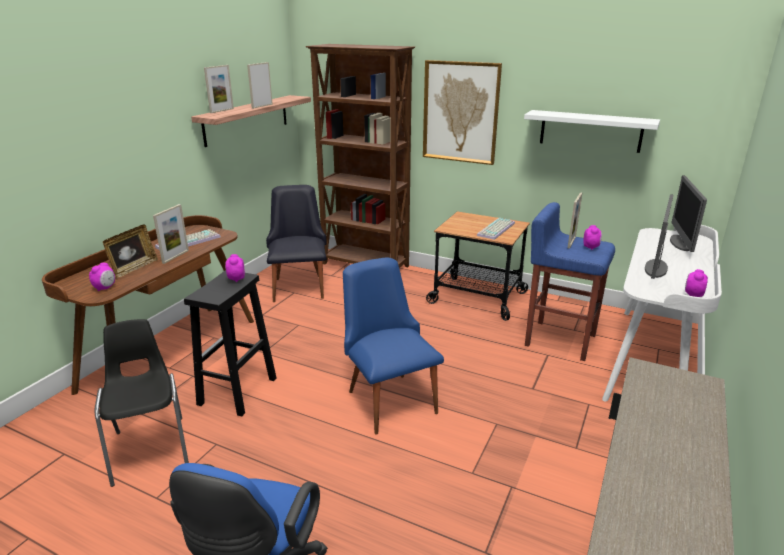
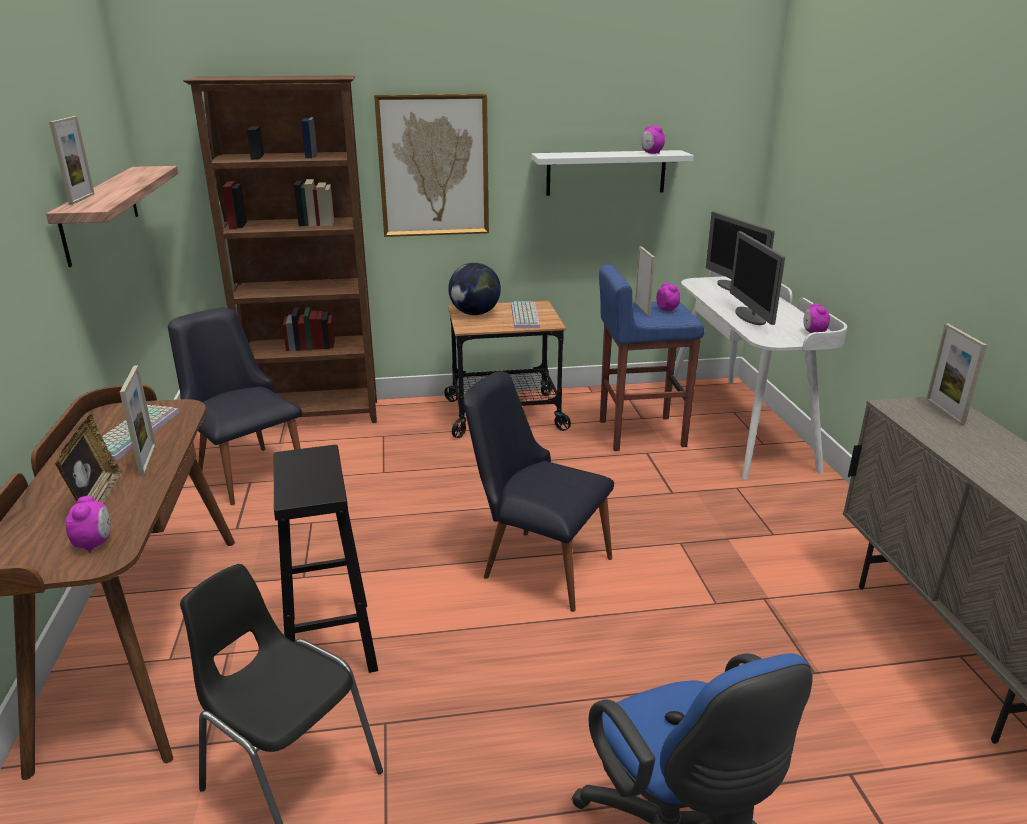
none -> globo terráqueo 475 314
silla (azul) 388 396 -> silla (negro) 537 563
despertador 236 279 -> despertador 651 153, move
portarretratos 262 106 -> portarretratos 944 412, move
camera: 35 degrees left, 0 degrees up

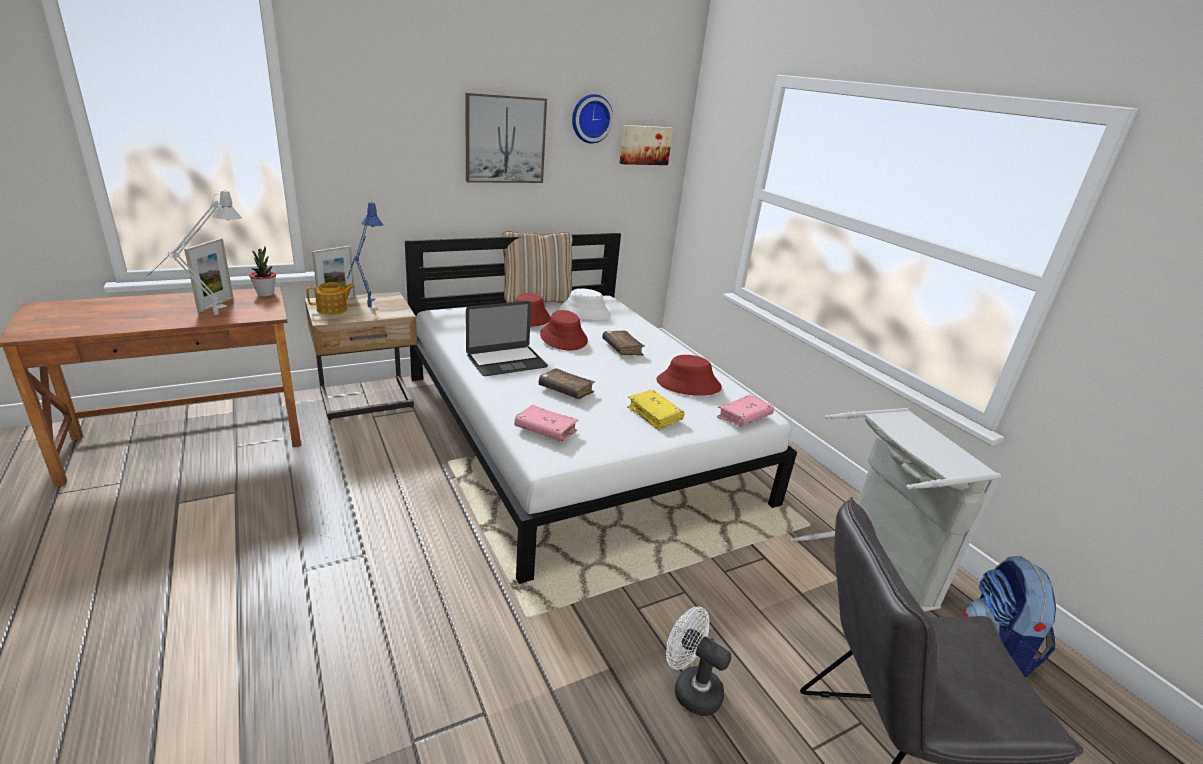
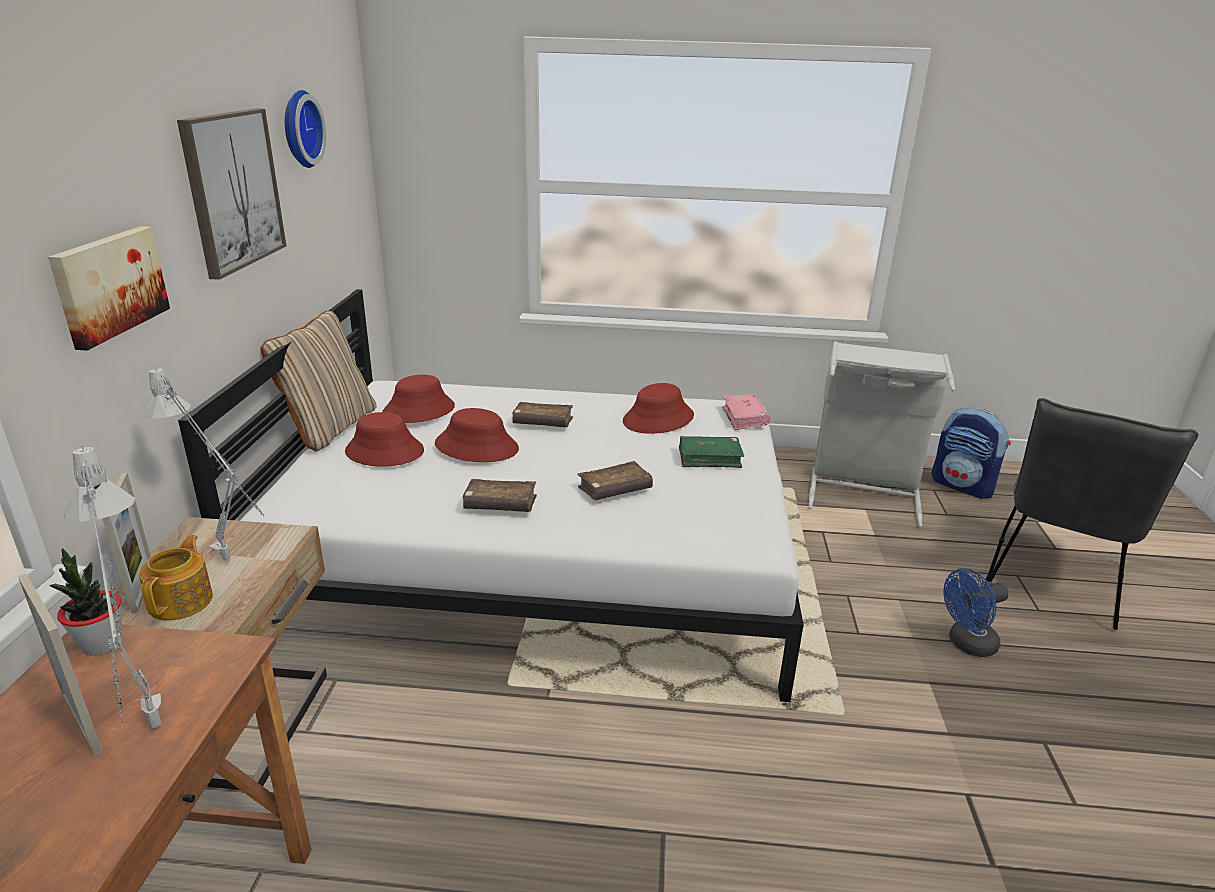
cuadro 644 145 -> cuadro 108 284, move
lámpara de mesa (azul) 368 310 -> lámpara de mesa (gris) 233 565
sombrero (blanco) 584 312 -> sombrero (rojo) 419 410
portátil 506 361 -> libro (marrón) 500 505
libro (amarillo) 654 415 -> libro (verde) 709 459
ventilador (blanco) 690 689 -> ventilador (azul) 966 644
libro (rosa) 545 430 -> none
camera: 55 degrees left, 0 degrees up

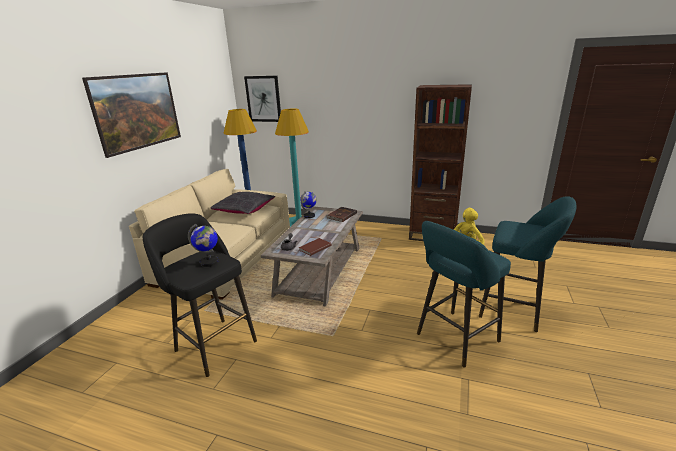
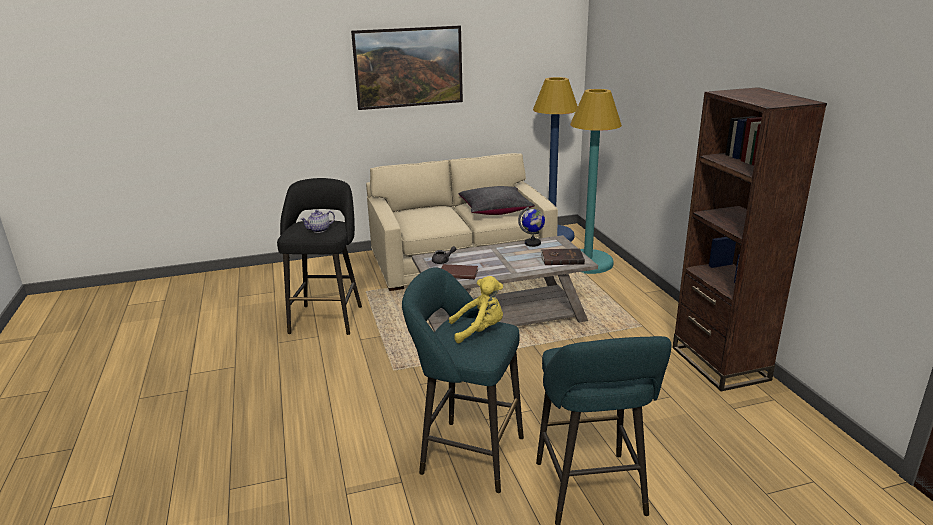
globo terráqueo 209 262 -> tetera 319 230
cuadro 263 99 -> none
camera: 55 degrees right, 0 degrees up

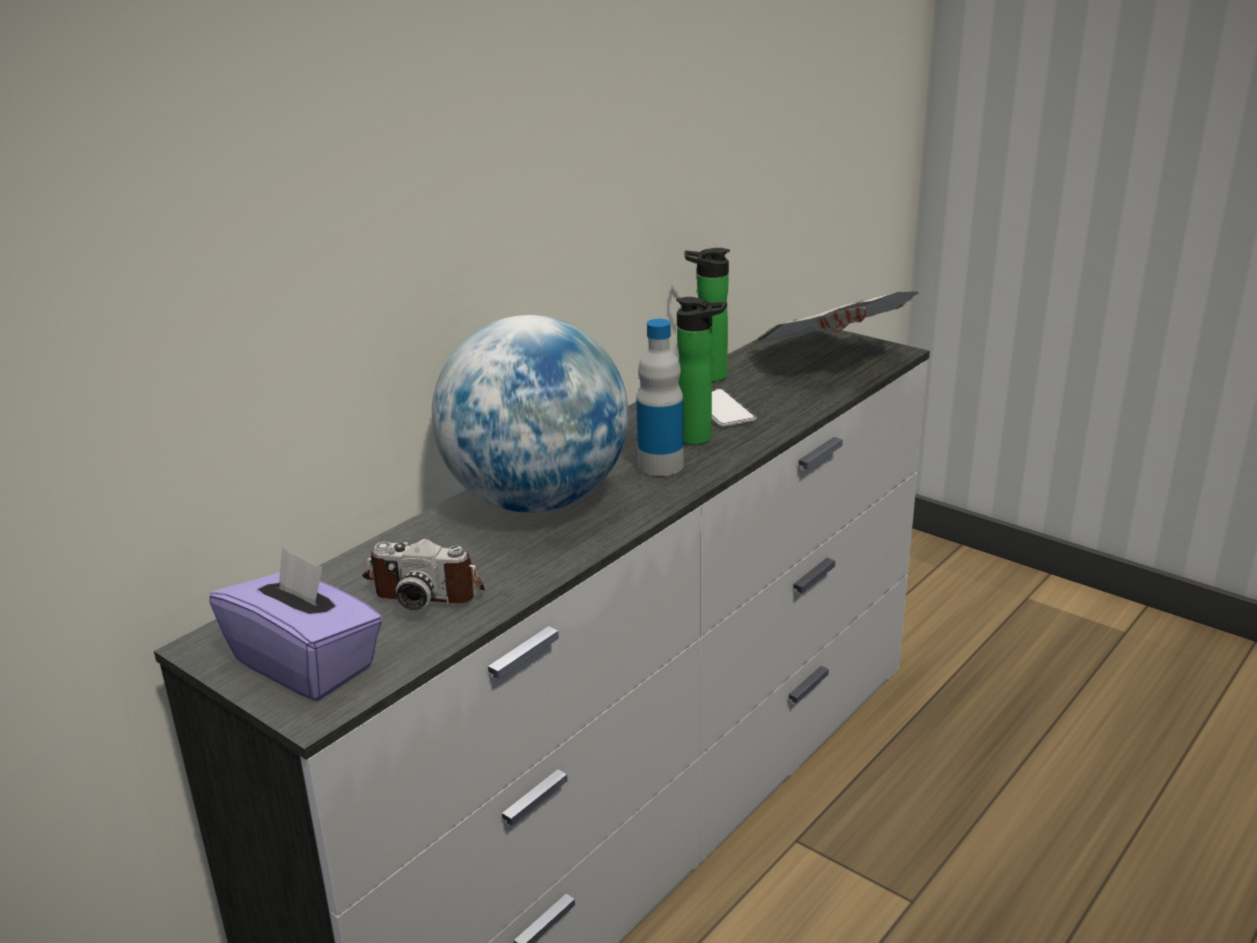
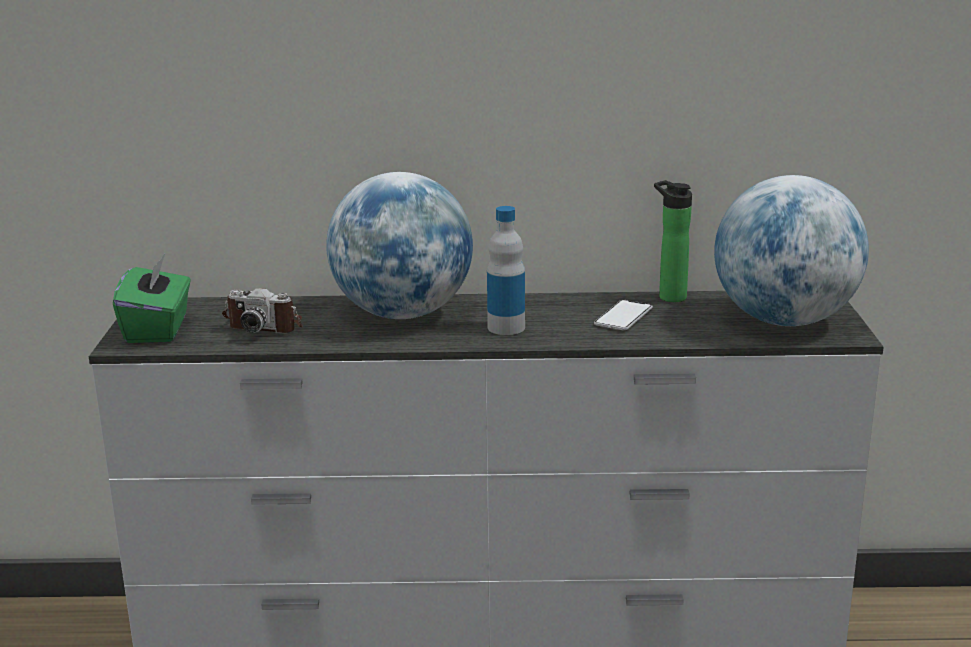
caja de pañuelos (morado) 306 664 -> caja de pañuelos (verde) 158 329
cámara 428 587 -> cámara 266 325, 45 degrees counterclockwise
periódico 830 359 -> globo terráqueo 784 321
botella 700 439 -> none
camera: 50 degrees right, 5 degrees down

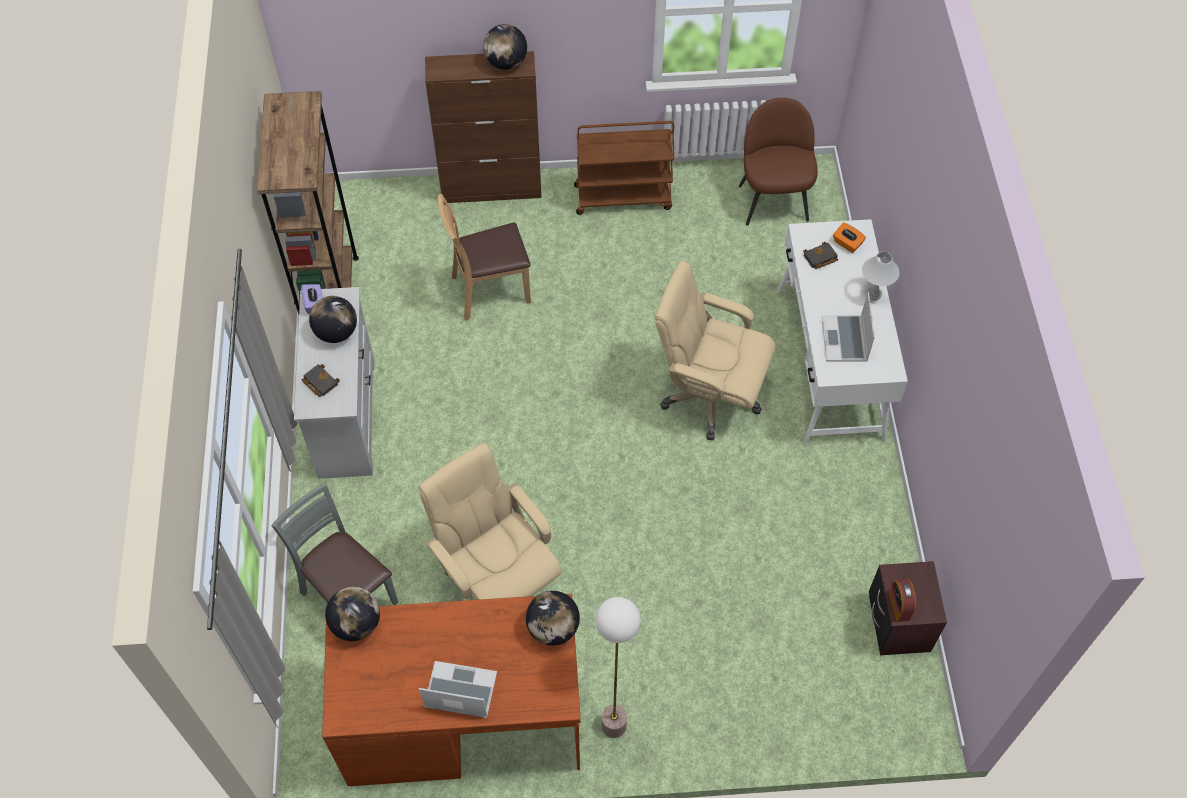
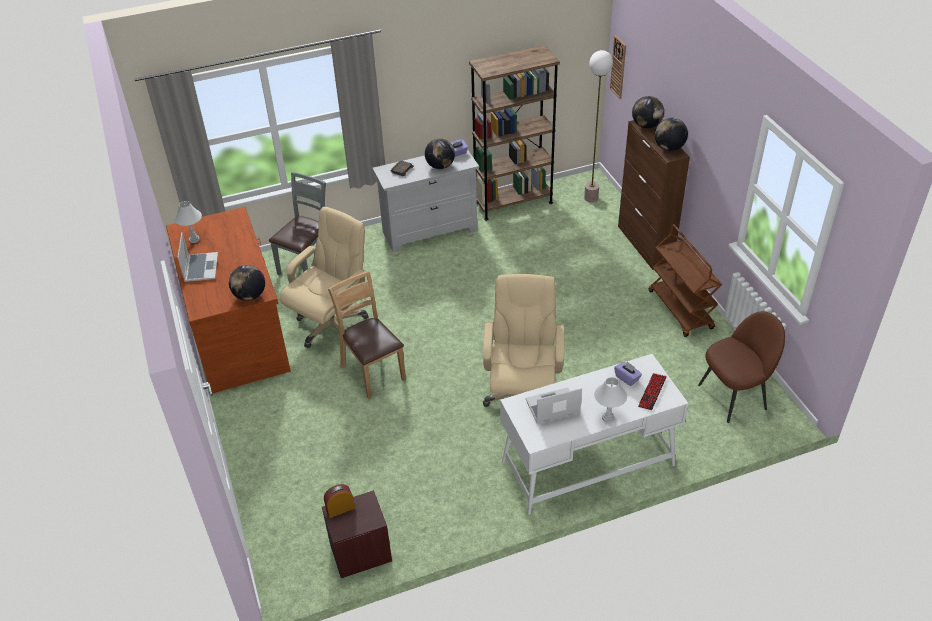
none -> lámpara de mesa (blanco) 194 239
silla (marrón) 489 290 -> silla (marrón) 373 372, move
lámpara de pie 613 725 -> lámpara de pie 591 198, move
none -> reloj de pared 618 67
libro (negro) 820 258 -> caja de pañuelos (morado) 627 378
globo terráqueo 356 624 -> globo terráqueo 646 126, move
caja de pañuelos (naranja) 847 244 -> teclado 652 392
camera: 75 degrees right, 15 degrees down

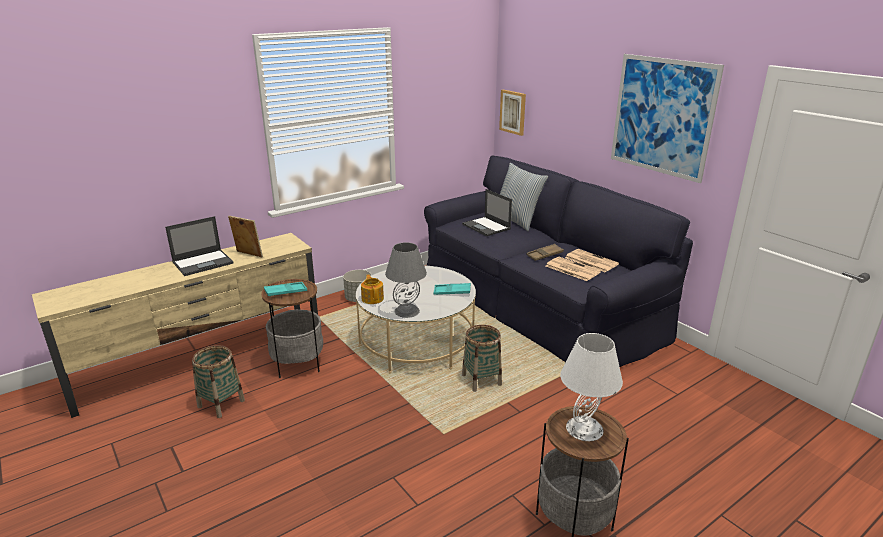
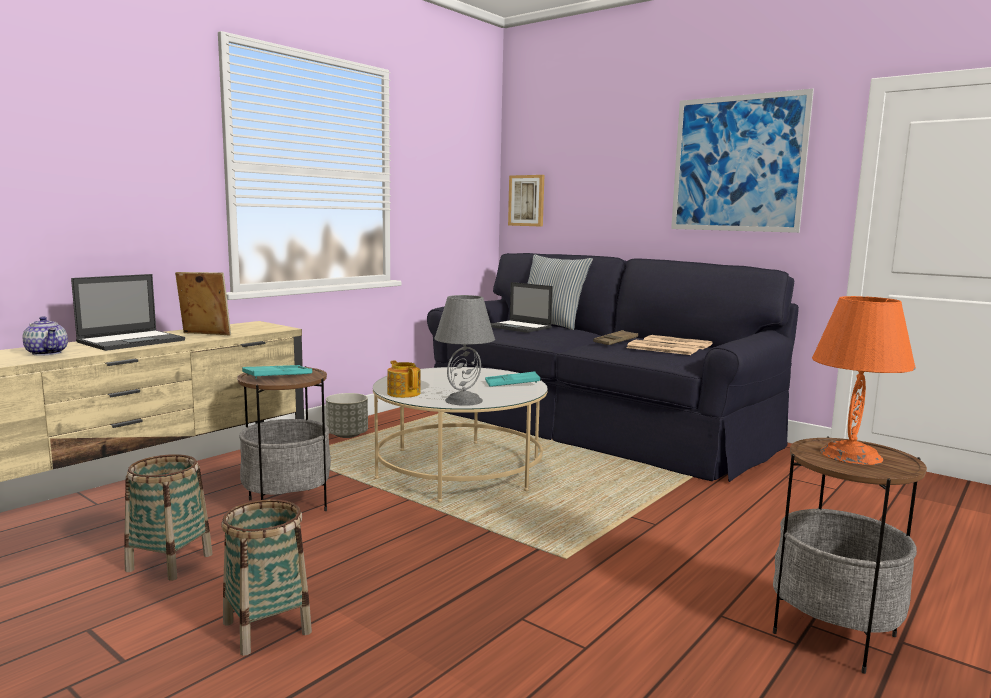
none -> tetera 47 353
cesta 481 380 -> cesta 267 627, move
lámpara de mesa (blanco) 584 428 -> lámpara de mesa (naranja) 850 455
camera: 15 degrees left, 15 degrees down

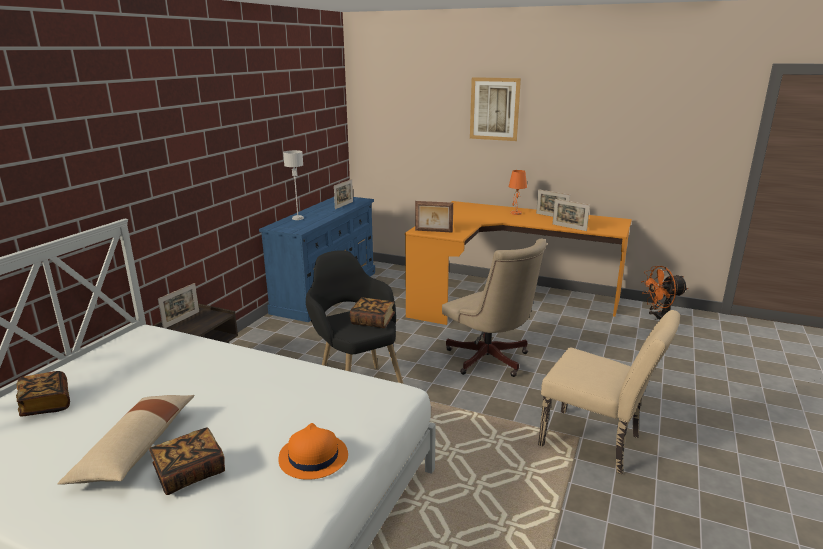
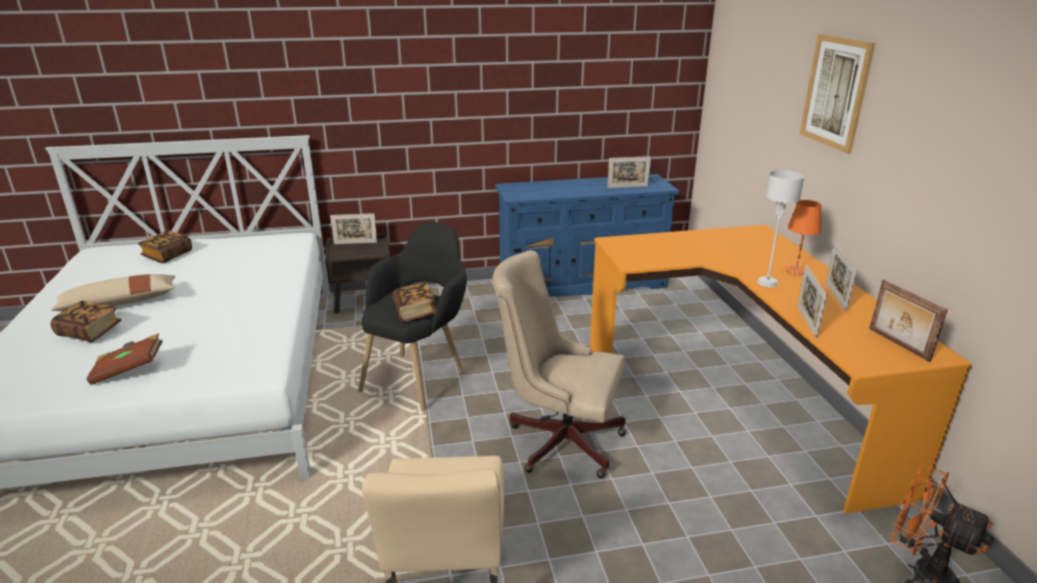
sombrero (naranja) 313 457 -> libro (marrón) 129 370
silla de oficina (beis) 490 361 -> silla de oficina (beis) 558 439, 90 degrees clockwise
lámpara de mesa (gris) 298 218 -> lámpara de mesa (gris) 767 282, move
portarretratos 433 231 -> portarretratos 897 344, move
camera: 55 degrees right, 5 degrees up

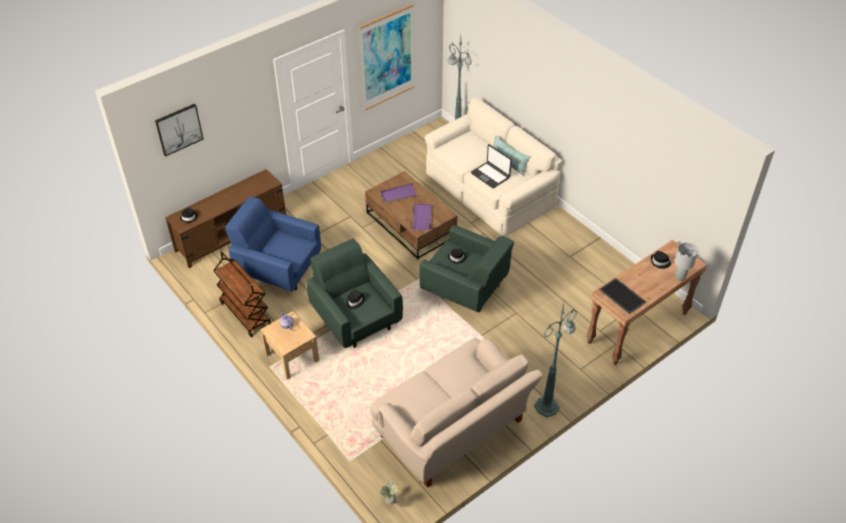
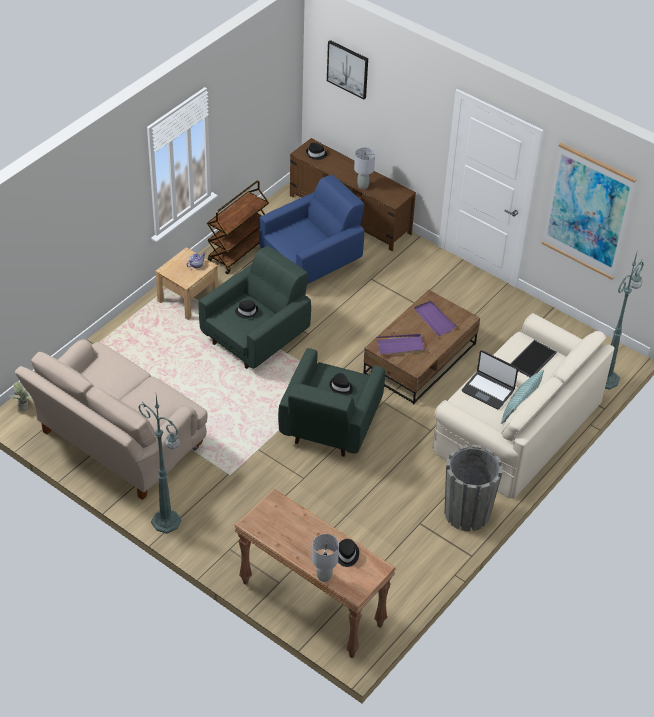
sillón (azul) 277 267 -> sillón (azul) 312 261, 45 degrees clockwise
none -> lámpara de mesa (gris) 363 186
none -> maceta (gris) 467 513
portátil 490 175 -> portátil 488 390, 90 degrees counterclockwise
bandeja 623 296 -> bandeja 533 360, move
camera: 75 degrees right, 0 degrees up

